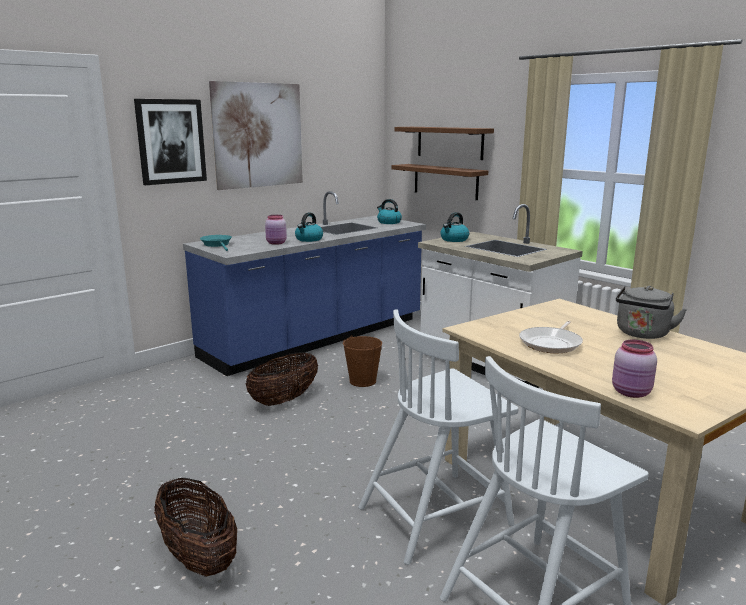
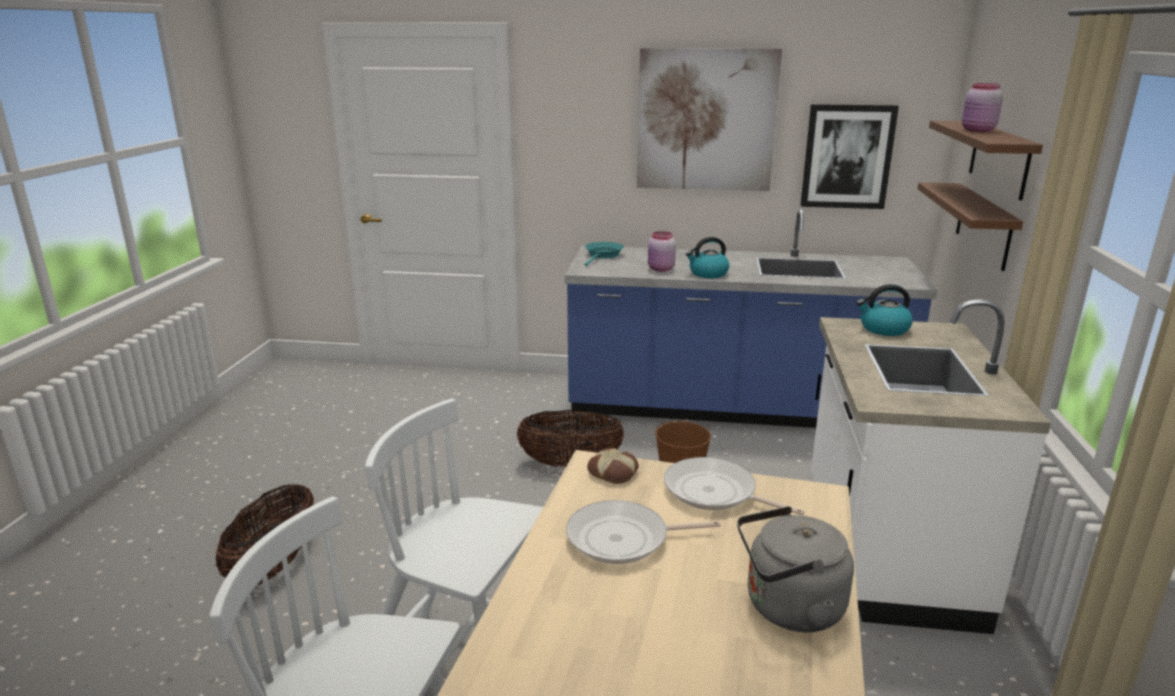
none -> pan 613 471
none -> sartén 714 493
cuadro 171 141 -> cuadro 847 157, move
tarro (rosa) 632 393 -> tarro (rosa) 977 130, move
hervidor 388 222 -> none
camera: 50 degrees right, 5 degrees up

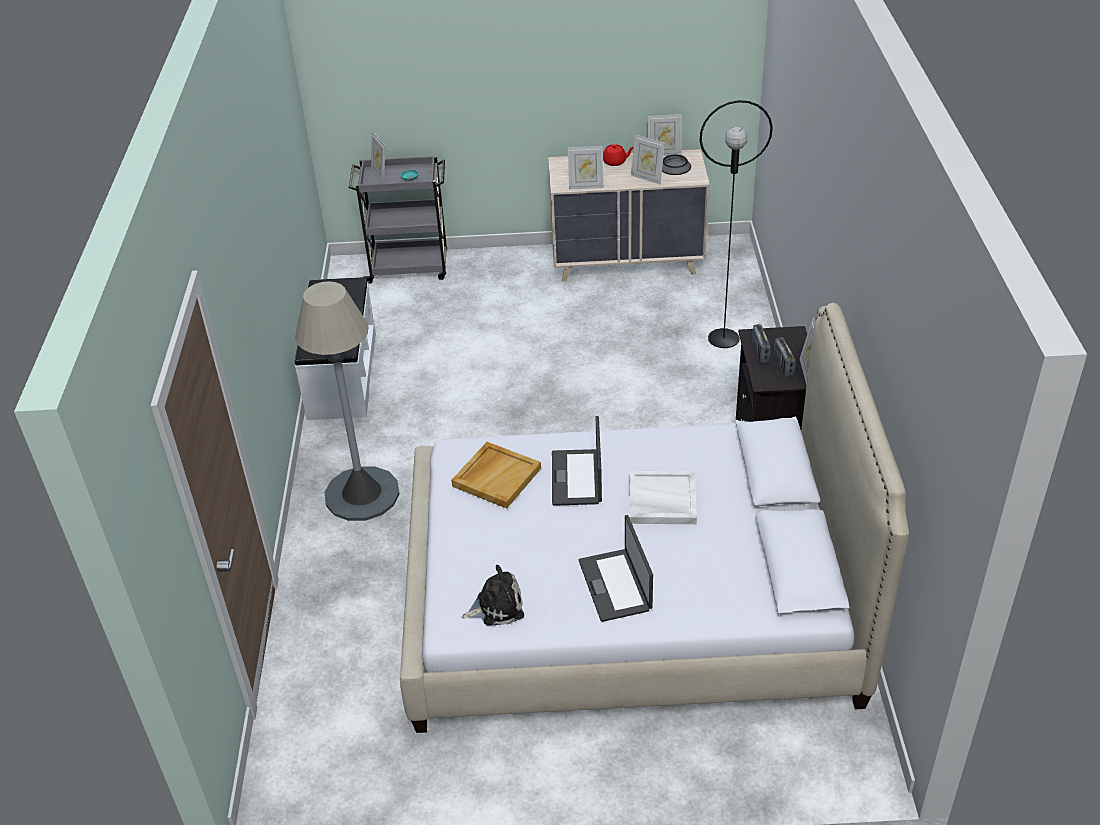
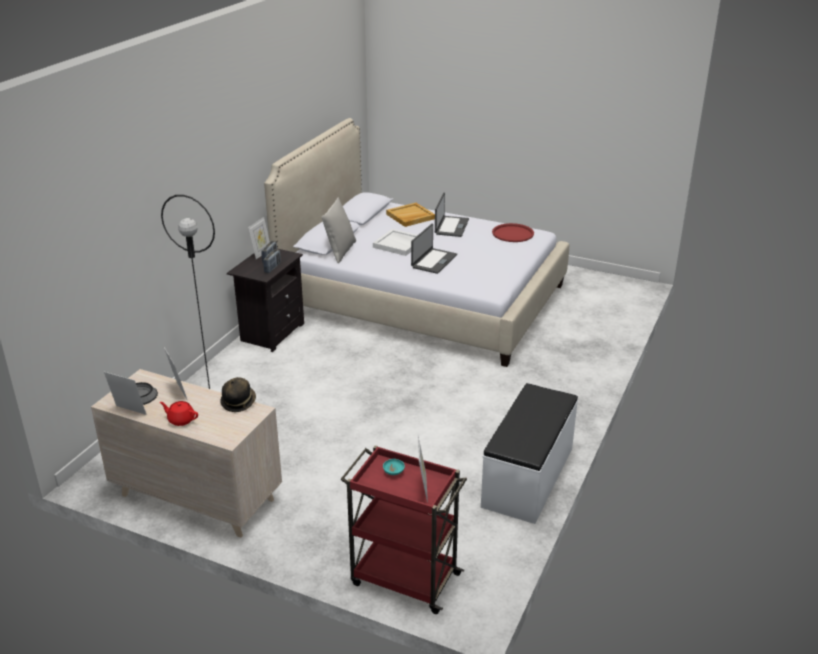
portarretratos 586 186 -> sombrero 238 402
none -> cojín (gris) 340 251
carrito (gris) 410 267 -> carrito (rojo) 403 578
bandeja (beis) 496 476 -> bandeja (beis) 410 217, move
peluche 496 606 -> bandeja (rojo) 513 233
lámpara de pie (gris) 362 494 -> none
camera: 155 degrees left, 10 degrees down

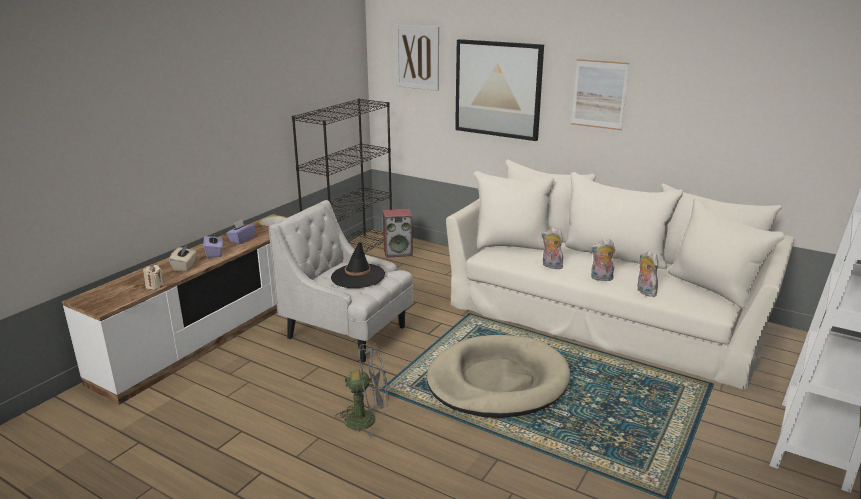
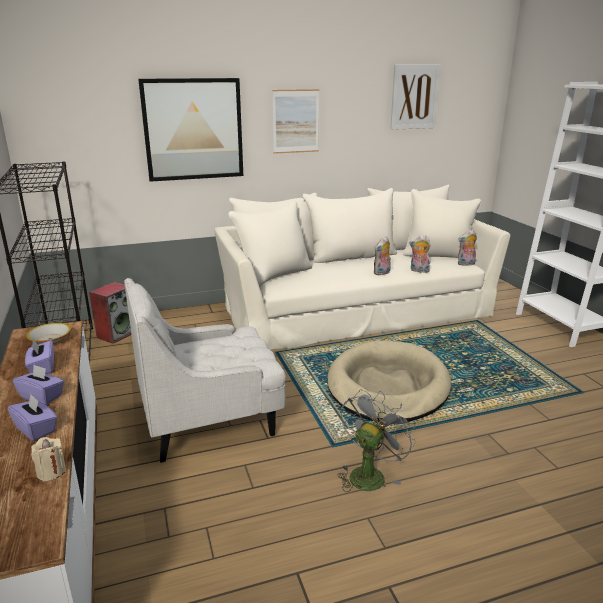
caja de pañuelos (beis) 185 266 -> caja de pañuelos (morado) 36 429
cuadro 417 57 -> cuadro 414 97, move
peluche 551 266 -> peluche 466 264, move
sombrero (negro) 358 276 -> none
camera: 50 degrees left, 0 degrees up

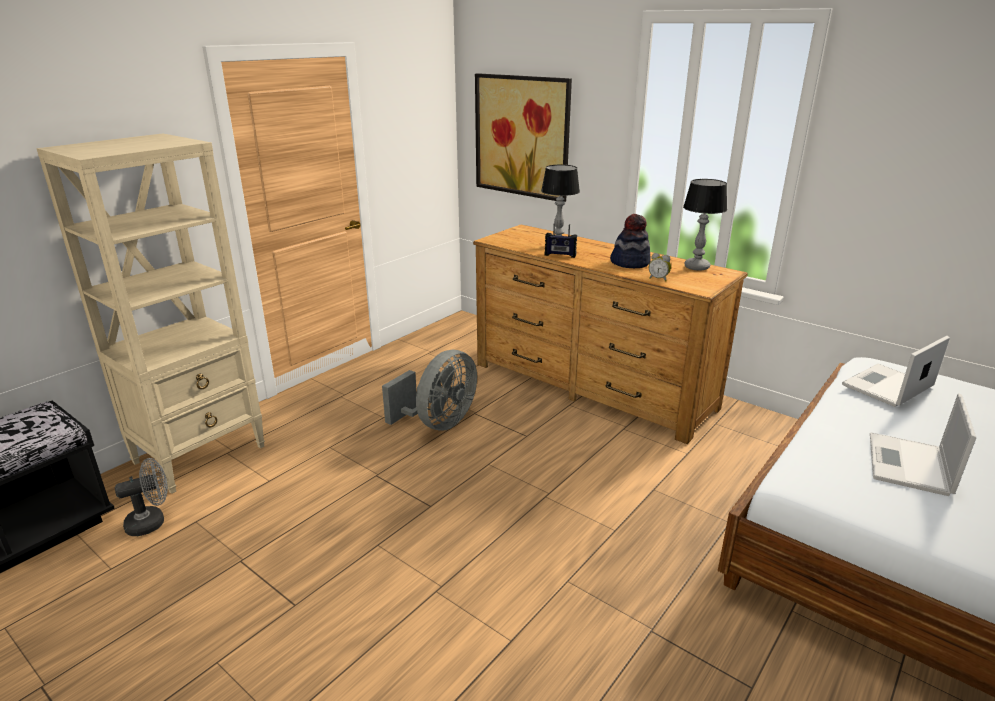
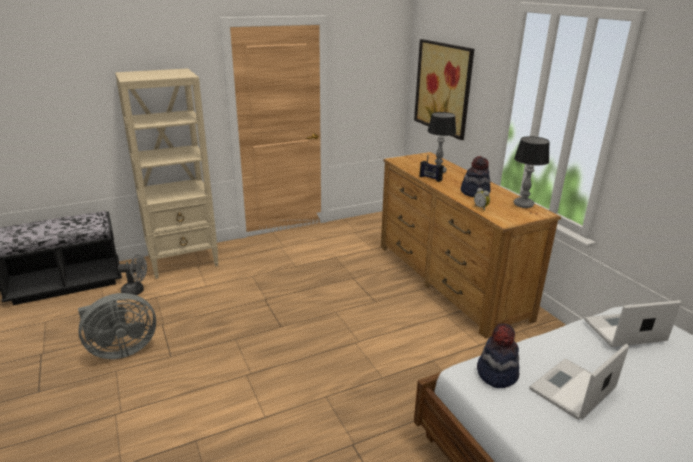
ventilador (gris) 438 423 -> ventilador (gris) 120 350, move
none -> sombrero 496 373
camera: 25 degrees right, 0 degrees up

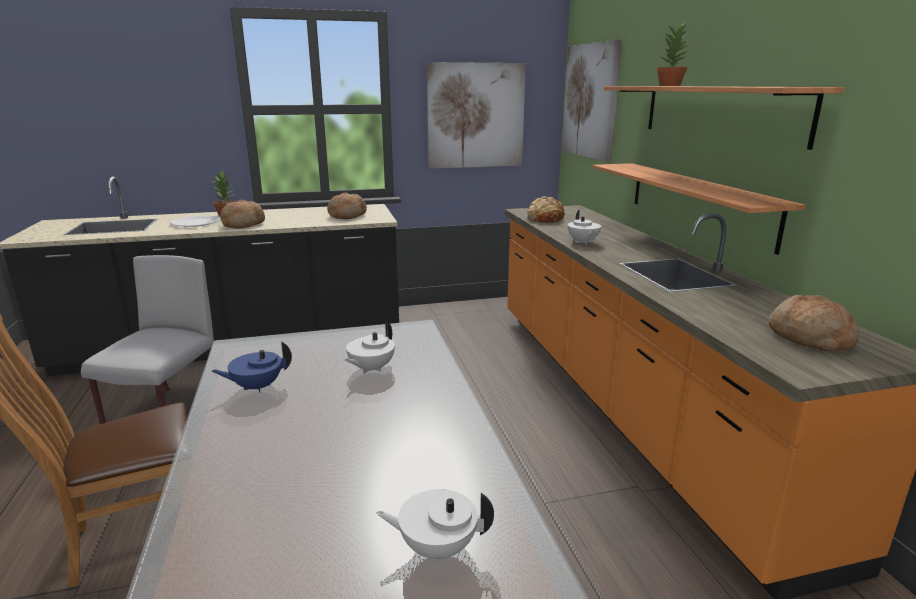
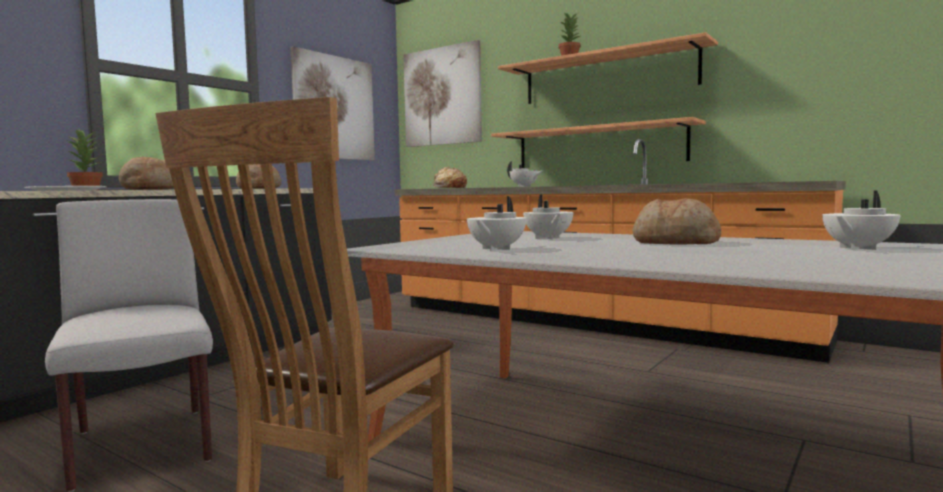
tetera (azul) 257 387 -> tetera (blanco) 496 249
pan 809 338 -> pan 674 243, move
camera: 40 degrees left, 15 degrees down

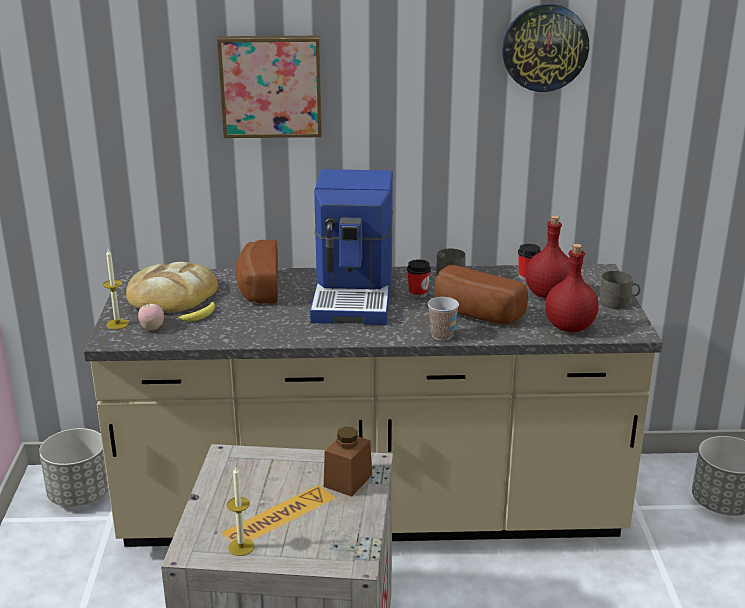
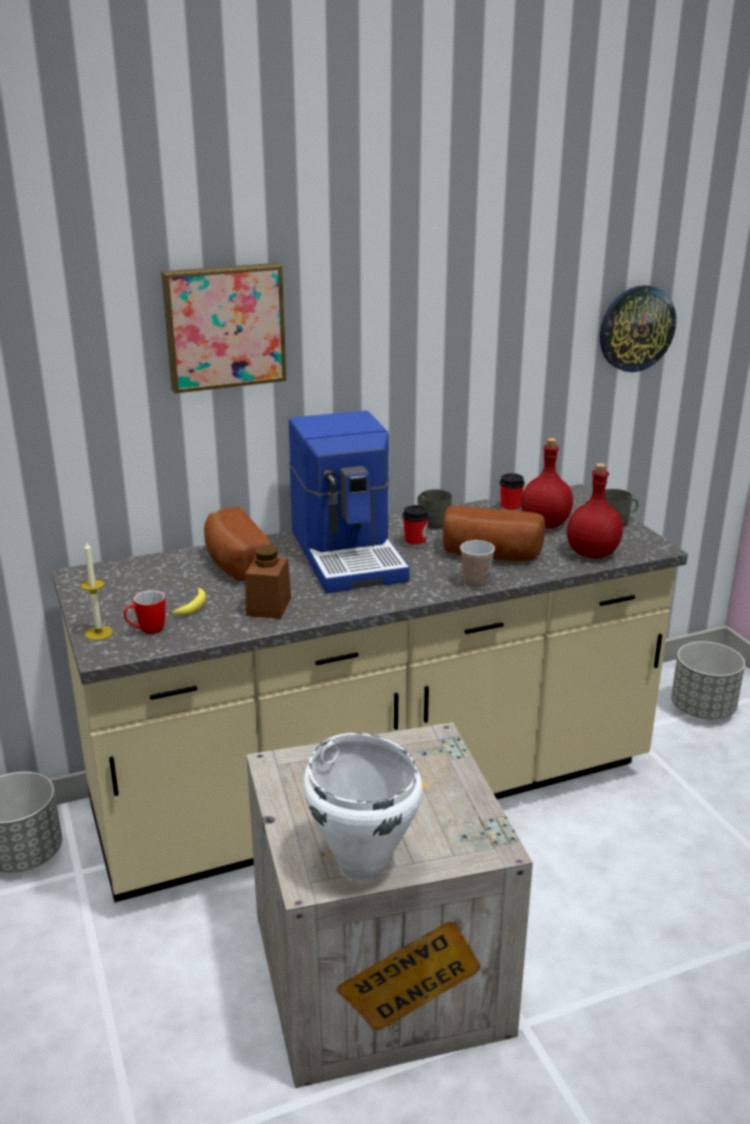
manzana 152 328 -> taza grande 146 631
tarro (marrón) 348 480 -> tarro (marrón) 269 606, move
vela 241 547 -> olla (blanco) 363 864
reloj de pared 544 47 -> reloj de pared 636 328, move
pan 172 294 -> none
camera: 20 degrees left, 0 degrees up

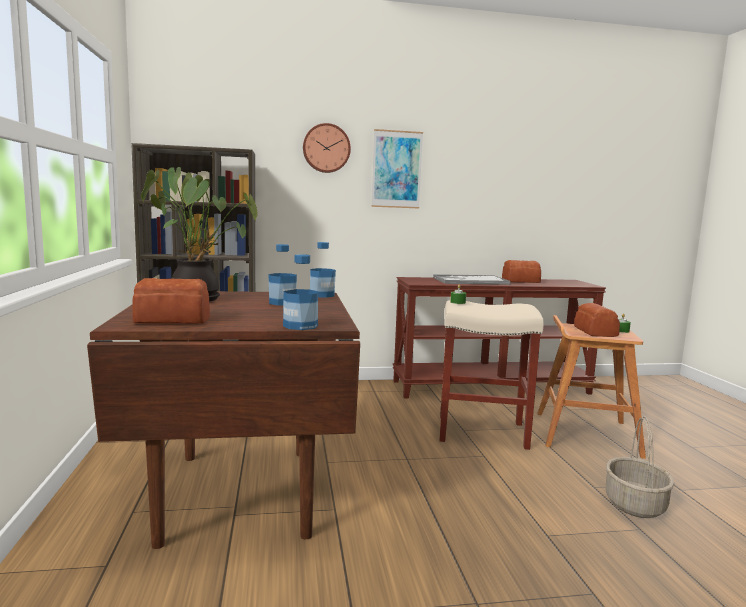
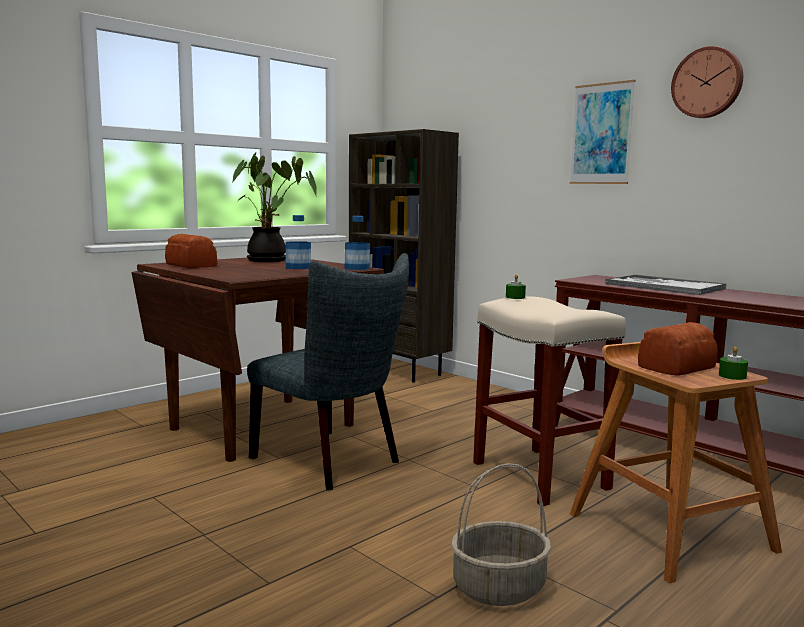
none -> silla (gris) 333 461
reloj de pared 326 148 -> reloj de pared 707 83, move
botella 300 326 -> none
pan 519 281 -> none
camera: 55 degrees right, 0 degrees up

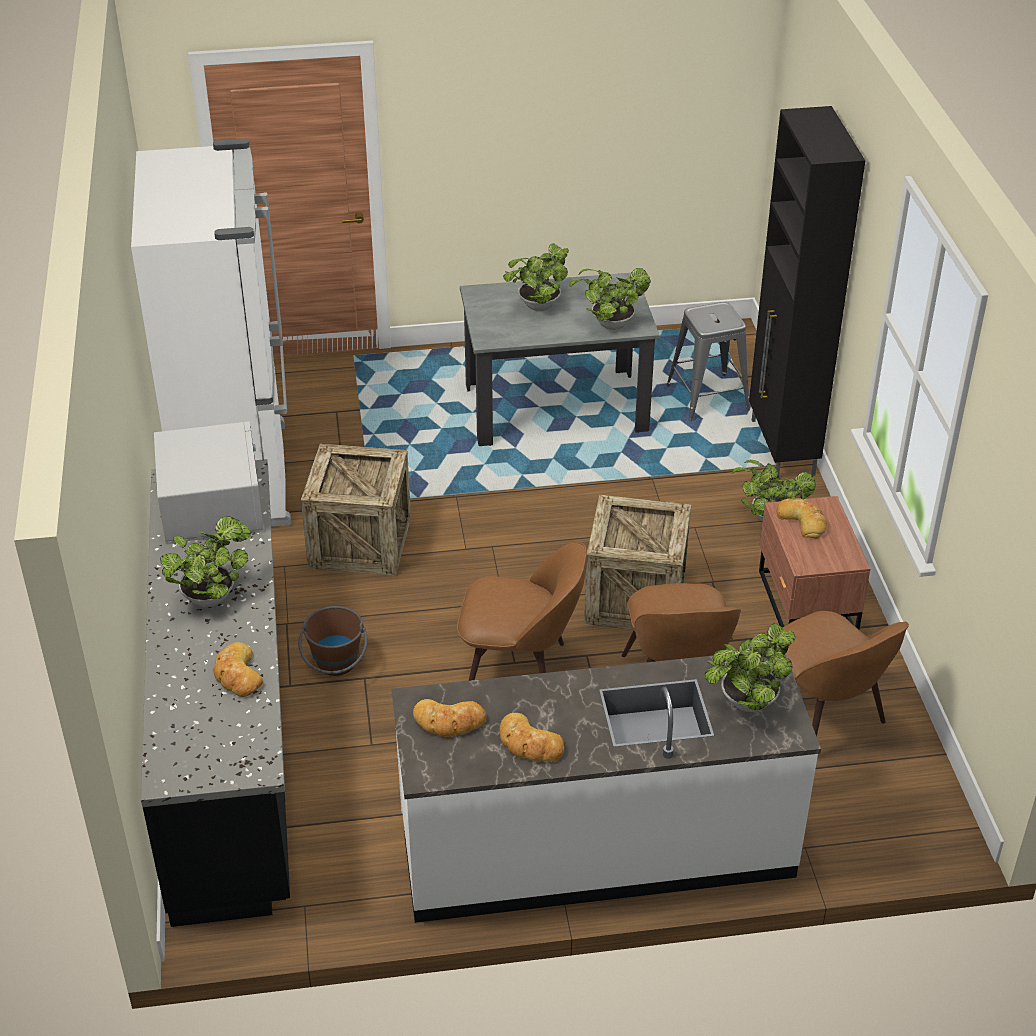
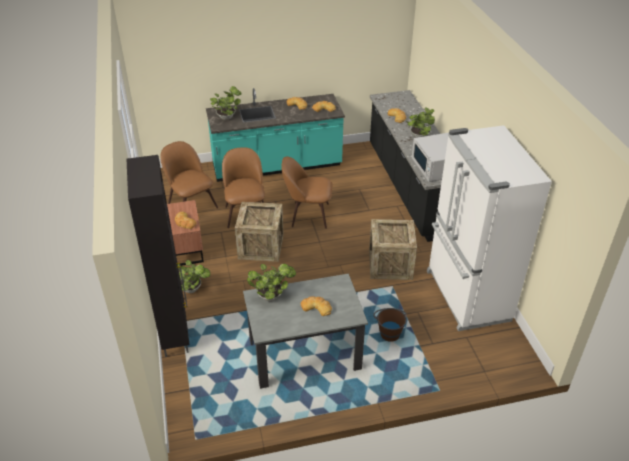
mueble bajo de cocina (blanco) 596 848 -> mueble bajo de cocina (turquesa) 277 166
planta en maceta 536 307 -> pan 316 307
cubo (marrón) 336 668 -> cubo (marrón) 389 331, move
taburete (gris) 707 398 -> none
camera: 175 degrees right, 0 degrees up

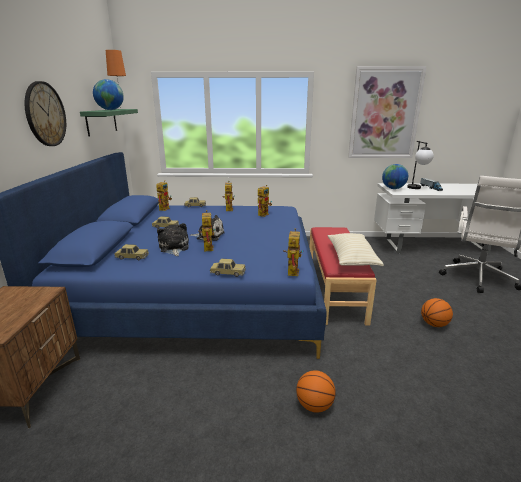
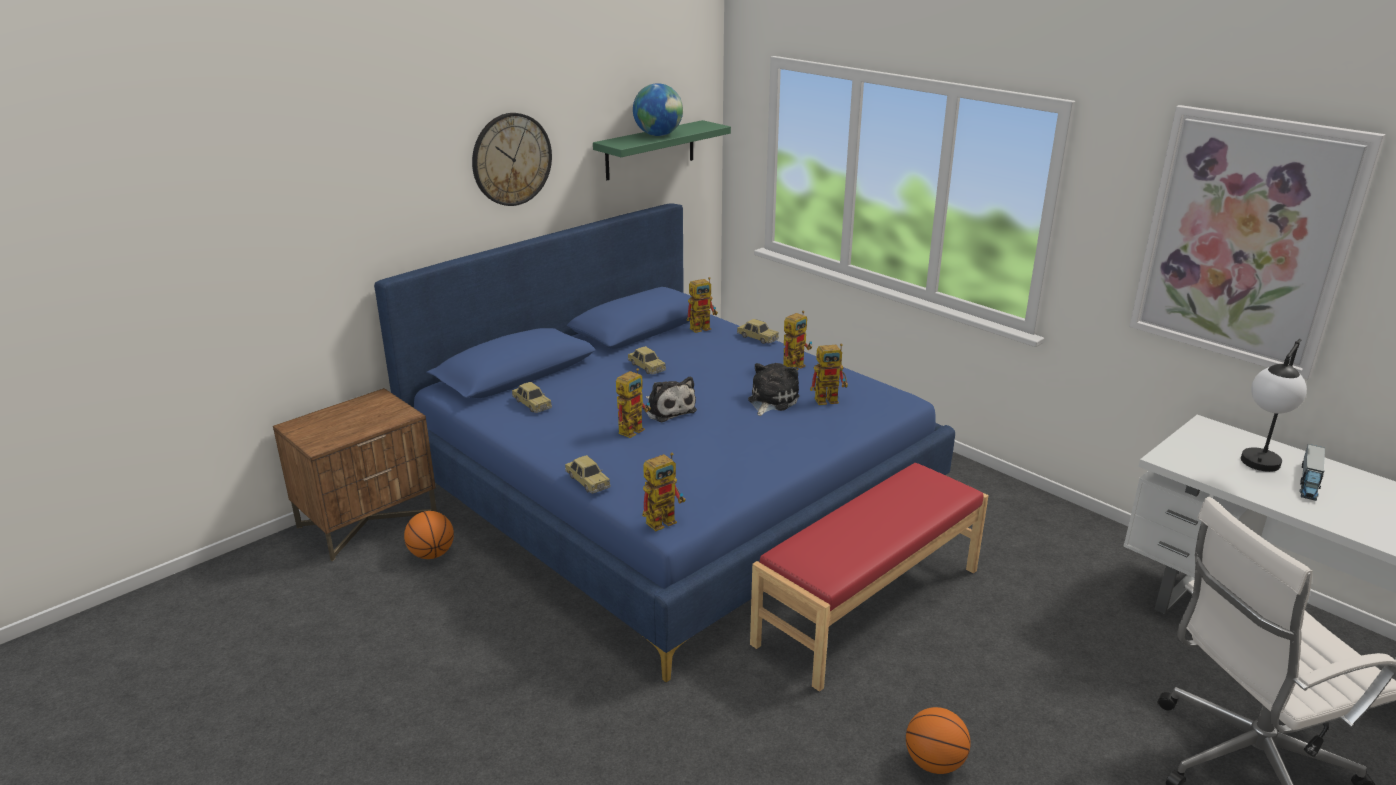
balón de baloncesto 314 405 -> balón de baloncesto 432 554, move
peluche 174 248 -> peluche 771 400, move
lámpara de mesa (naranja) 121 109 -> none
cojín (beis) 352 258 -> none
globo terráqueo 393 188 -> none
camera: 45 degrees right, 5 degrees up

